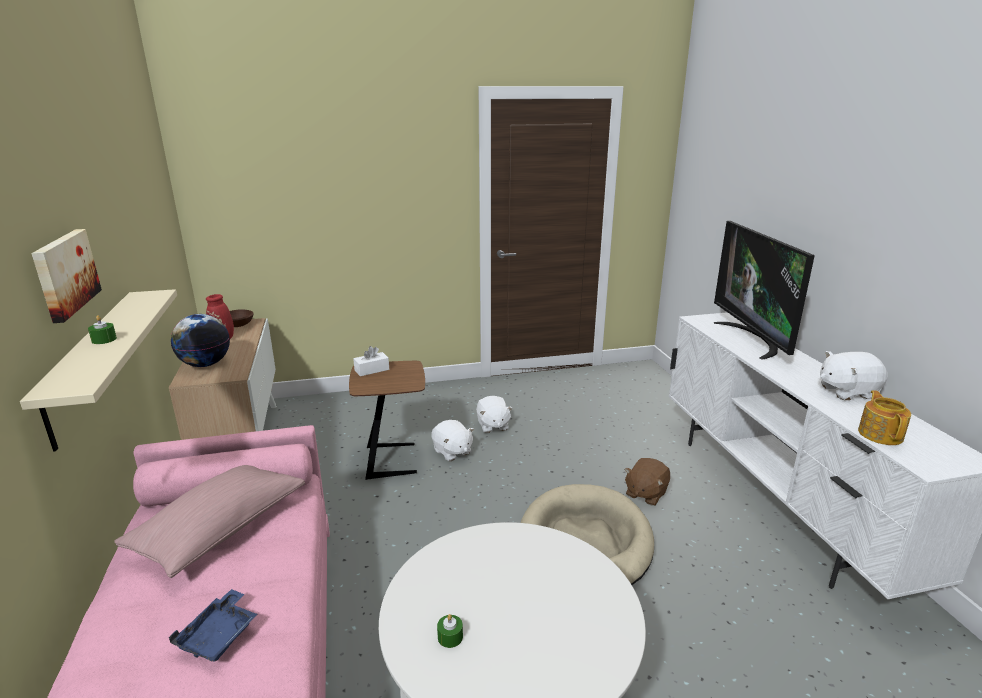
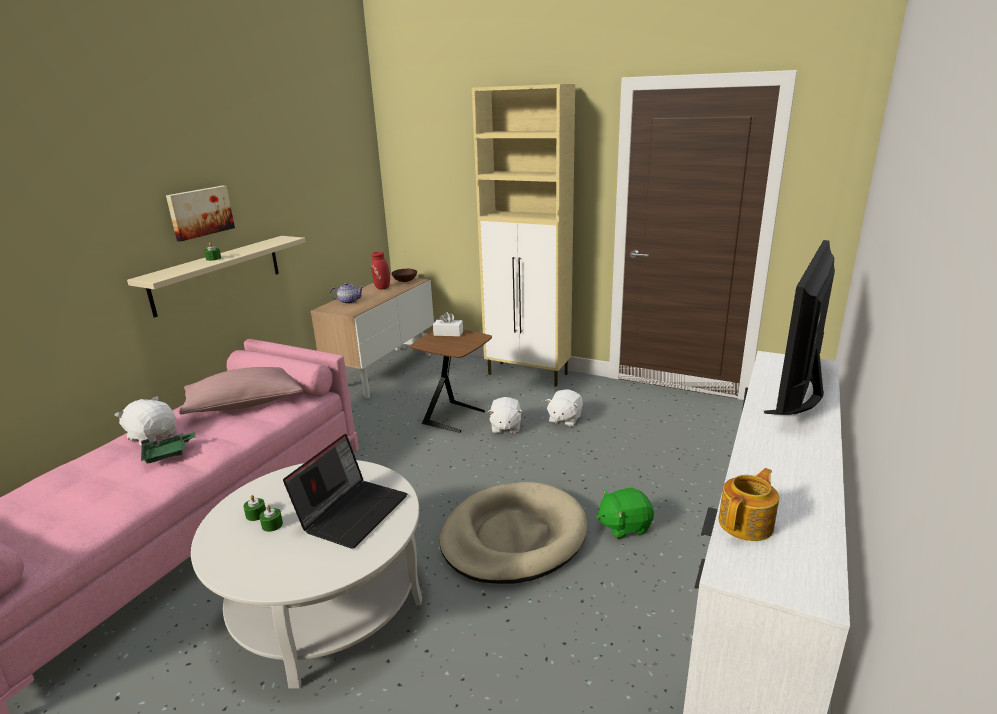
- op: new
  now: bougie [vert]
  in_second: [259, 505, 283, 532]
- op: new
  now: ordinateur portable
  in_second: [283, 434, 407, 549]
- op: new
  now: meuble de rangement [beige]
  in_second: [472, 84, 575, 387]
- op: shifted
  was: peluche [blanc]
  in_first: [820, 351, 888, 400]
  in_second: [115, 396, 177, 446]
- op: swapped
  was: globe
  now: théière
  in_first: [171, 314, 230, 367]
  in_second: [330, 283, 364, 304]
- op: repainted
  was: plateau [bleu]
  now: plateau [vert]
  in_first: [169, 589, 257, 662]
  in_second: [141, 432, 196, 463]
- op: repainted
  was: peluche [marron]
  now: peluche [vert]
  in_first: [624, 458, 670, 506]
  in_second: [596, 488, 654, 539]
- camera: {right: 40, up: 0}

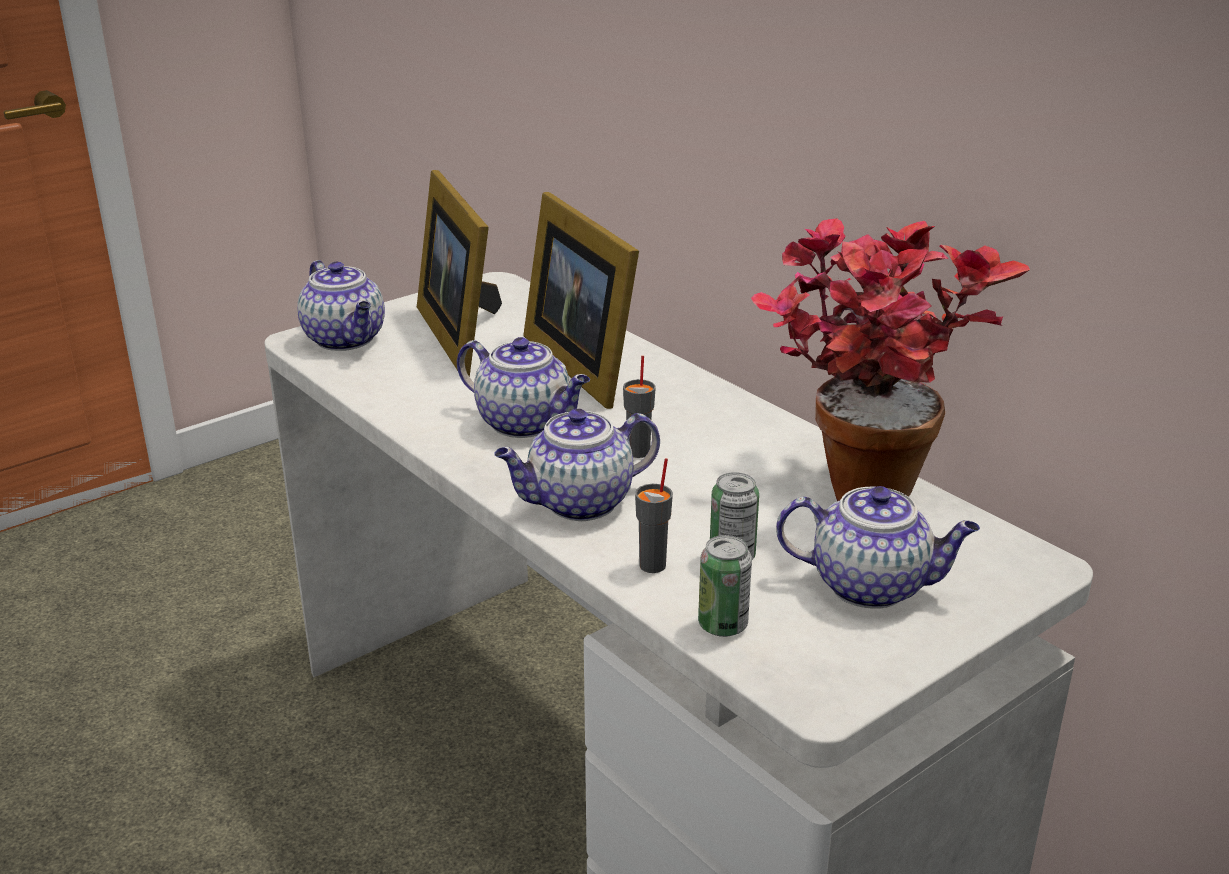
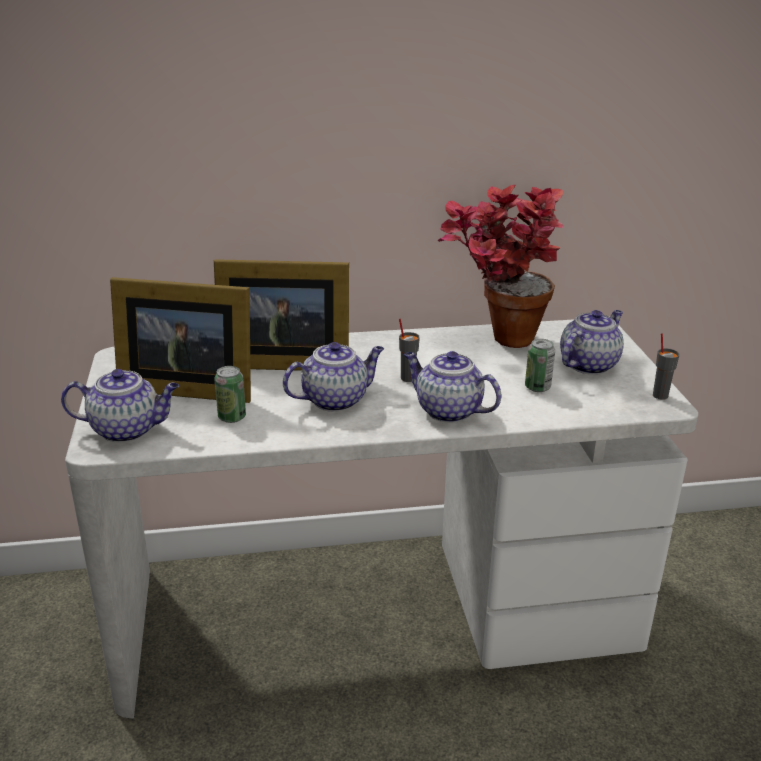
- op: shifted
  was: tasse [gris]
  in_first: [635, 458, 673, 573]
  in_second: [653, 333, 679, 400]
- op: shifted
  was: boîte métallique
  in_first: [698, 535, 752, 637]
  in_second: [214, 366, 246, 423]
- op: rotated
  was: théière
  in_first: [494, 409, 660, 521]
  in_second: [404, 351, 501, 423]
  clockwise: 120
- camera: {right: -60, up: 0}

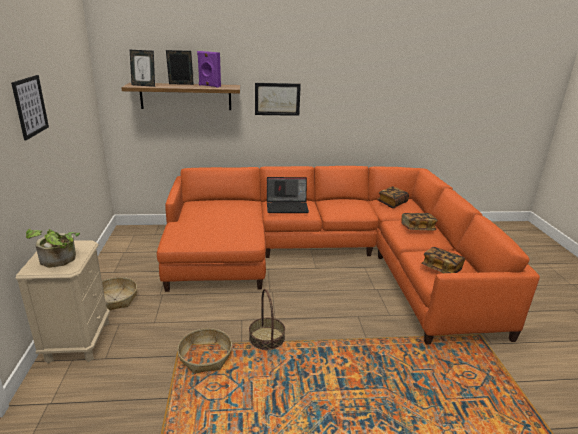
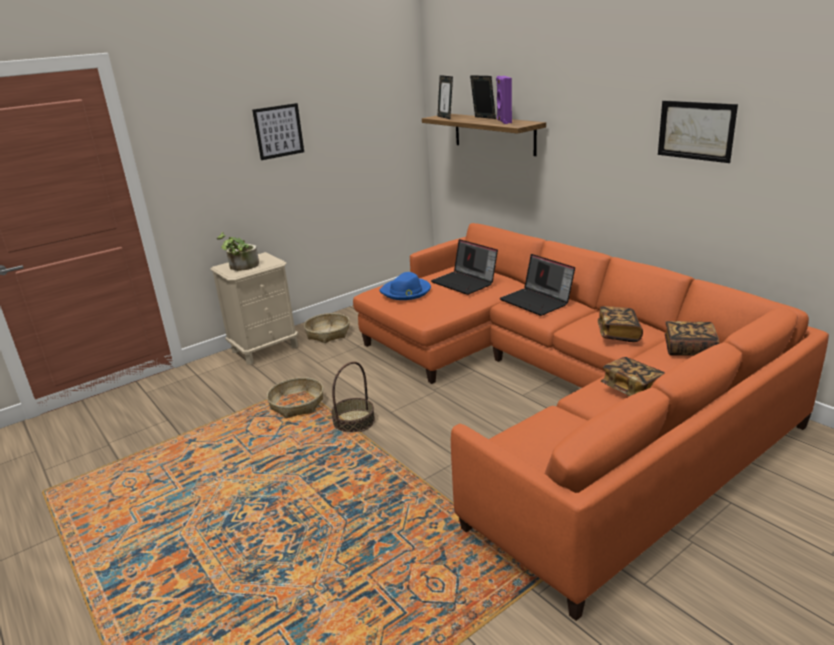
- op: new
  now: chapeau [bleu]
  in_second: [379, 272, 431, 300]
- op: new
  now: ordinateur portable
  in_second: [431, 239, 498, 295]
- op: shifted
  was: tableau
  in_first: [255, 83, 301, 116]
  in_second: [658, 101, 738, 163]
- op: shifted
  was: livre
  in_first: [421, 247, 465, 273]
  in_second: [598, 306, 643, 342]
- camera: {right: 60, up: 0}

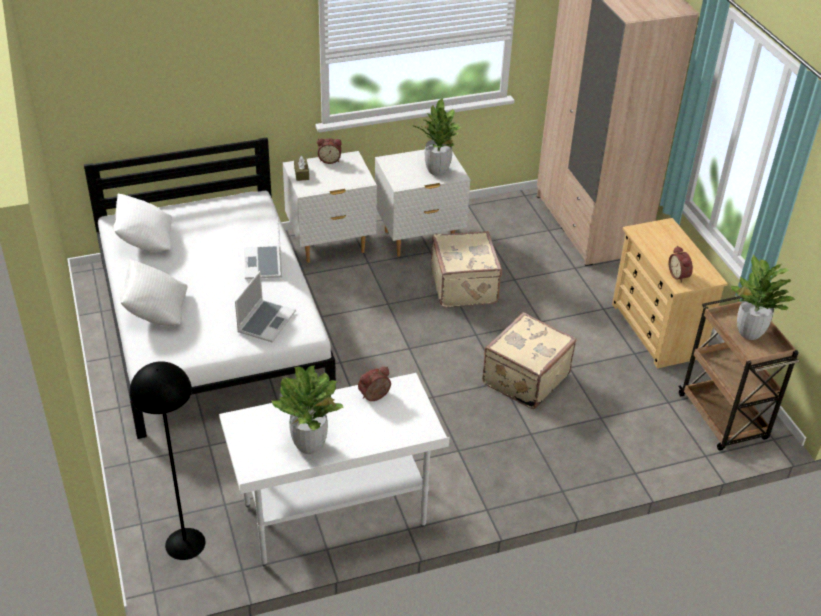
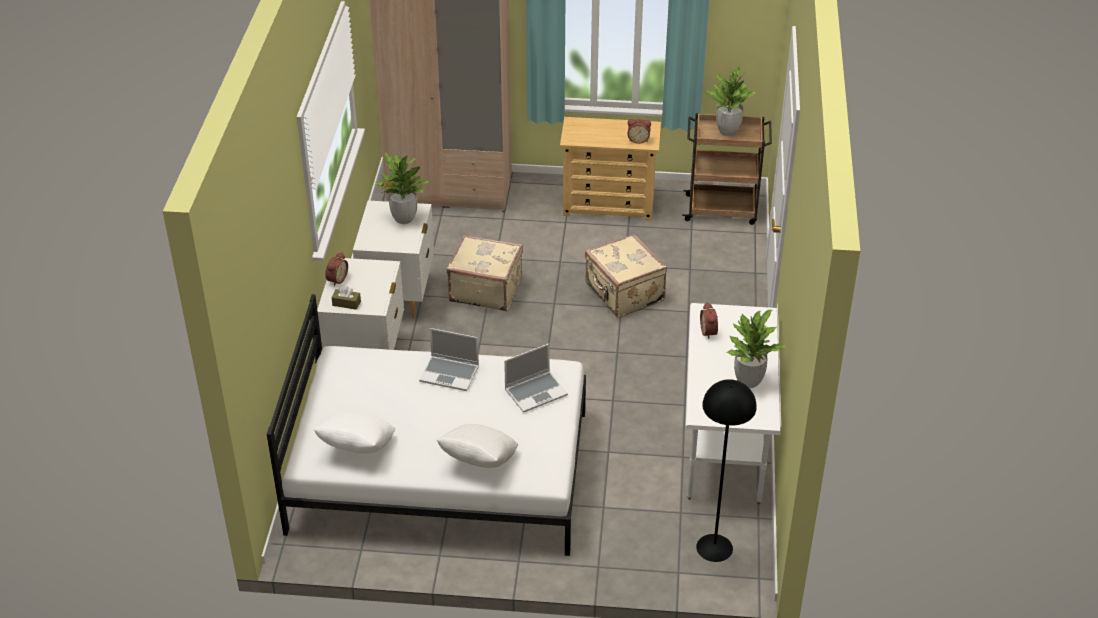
- op: rotated
  was: ordinateur portable
  in_first: [235, 271, 296, 343]
  in_second: [504, 344, 568, 413]
  clockwise: 105
- camera: {right: -65, up: 0}

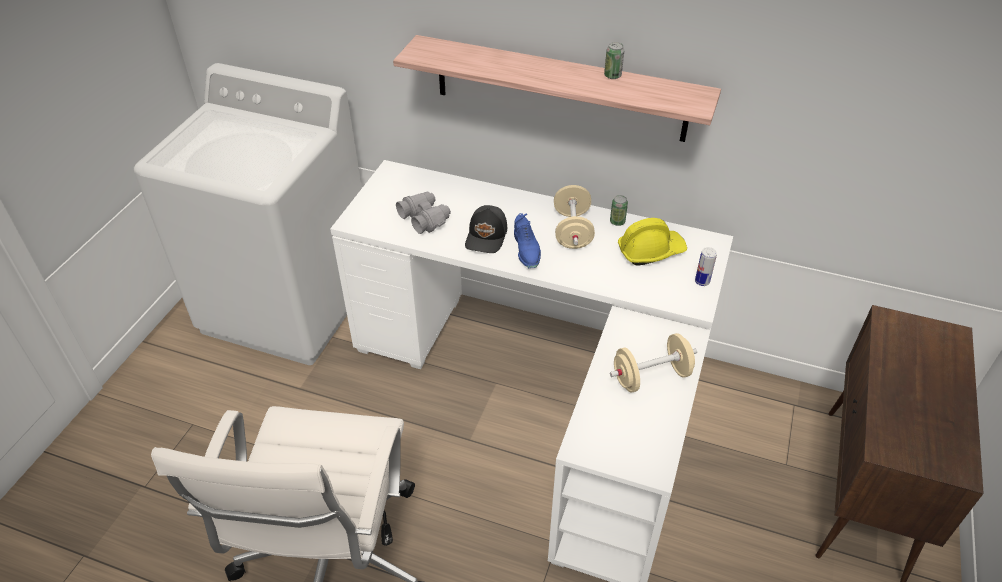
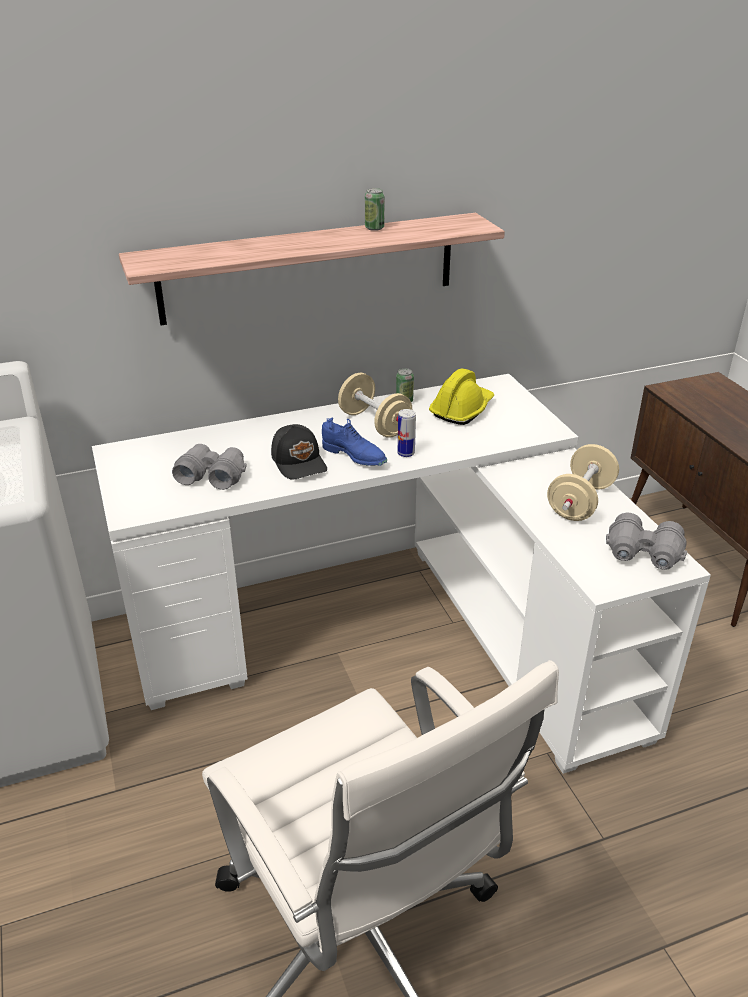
- op: new
  now: jumelles [gris]
  in_second: [606, 513, 687, 570]
- op: shifted
  was: boîte métallique
  in_first: [695, 247, 717, 286]
  in_second: [397, 409, 416, 457]
- camera: {right: -40, up: -10}

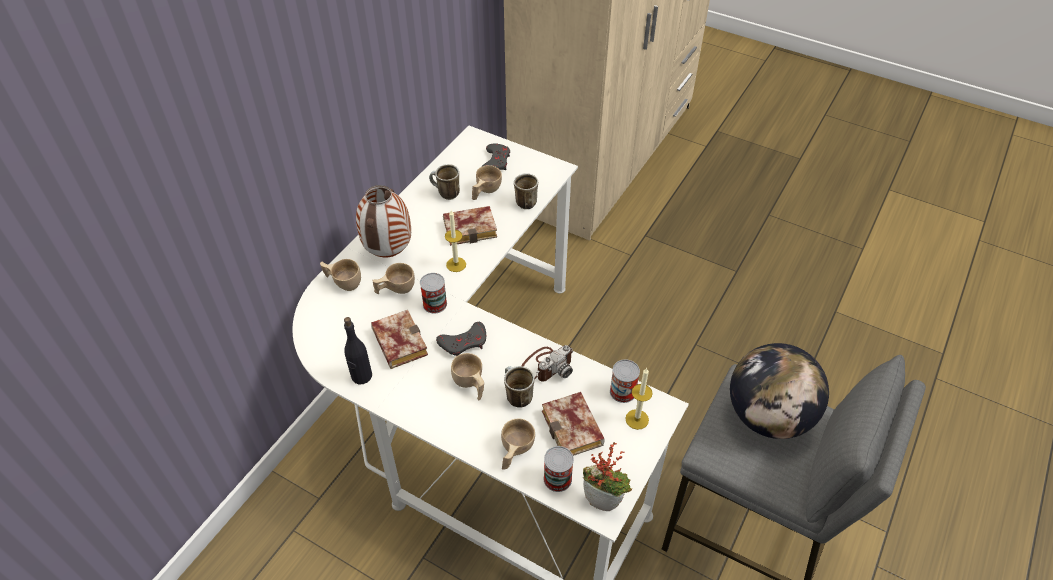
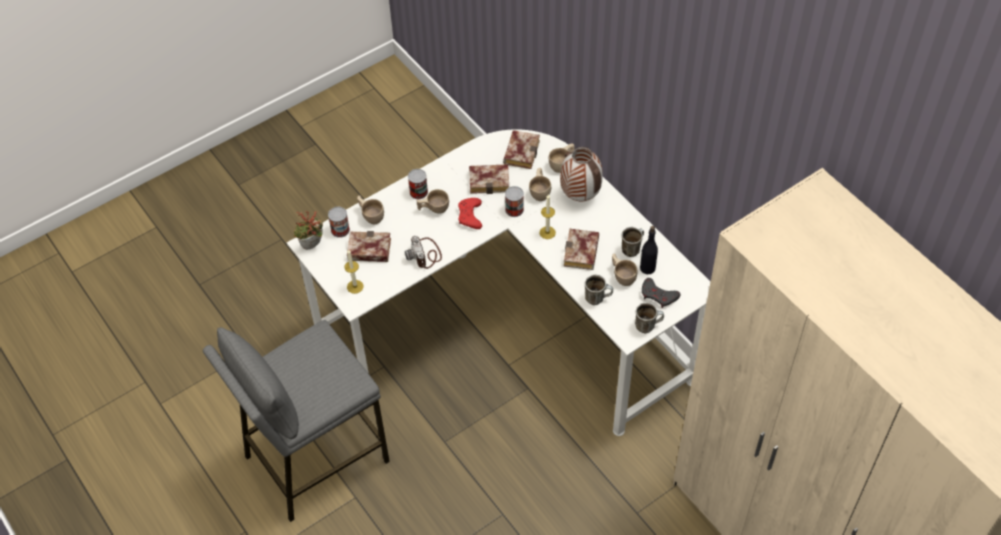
- op: gone
  was: globe
  in_first: [730, 343, 829, 439]
- op: new
  now: livre
  in_second: [503, 130, 540, 169]
- op: shifted
  was: bouteille [noir]
  in_first: [344, 317, 372, 385]
  in_second: [640, 226, 658, 274]
- op: shifted
  was: mug
  in_first: [504, 366, 534, 407]
  in_second: [635, 302, 664, 333]
- op: shifted
  was: boîte métallique
  in_first: [610, 359, 640, 403]
  in_second: [408, 169, 428, 199]
- op: repainted
  was: manette [gris]
  now: manette [rouge]
  in_first: [436, 322, 486, 356]
  in_second: [458, 198, 482, 229]
- camera: {right: 115, up: 5}

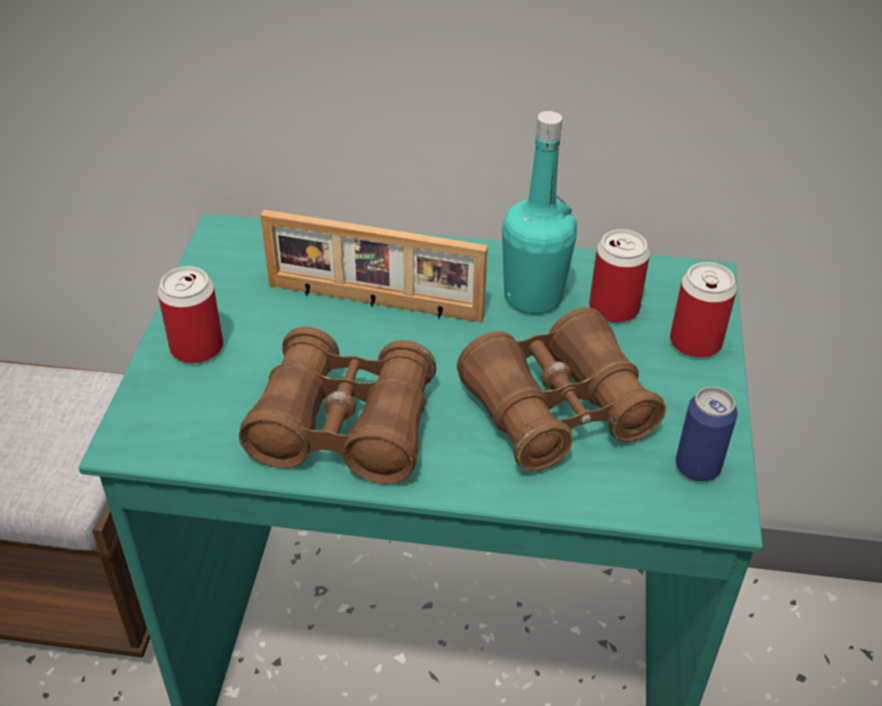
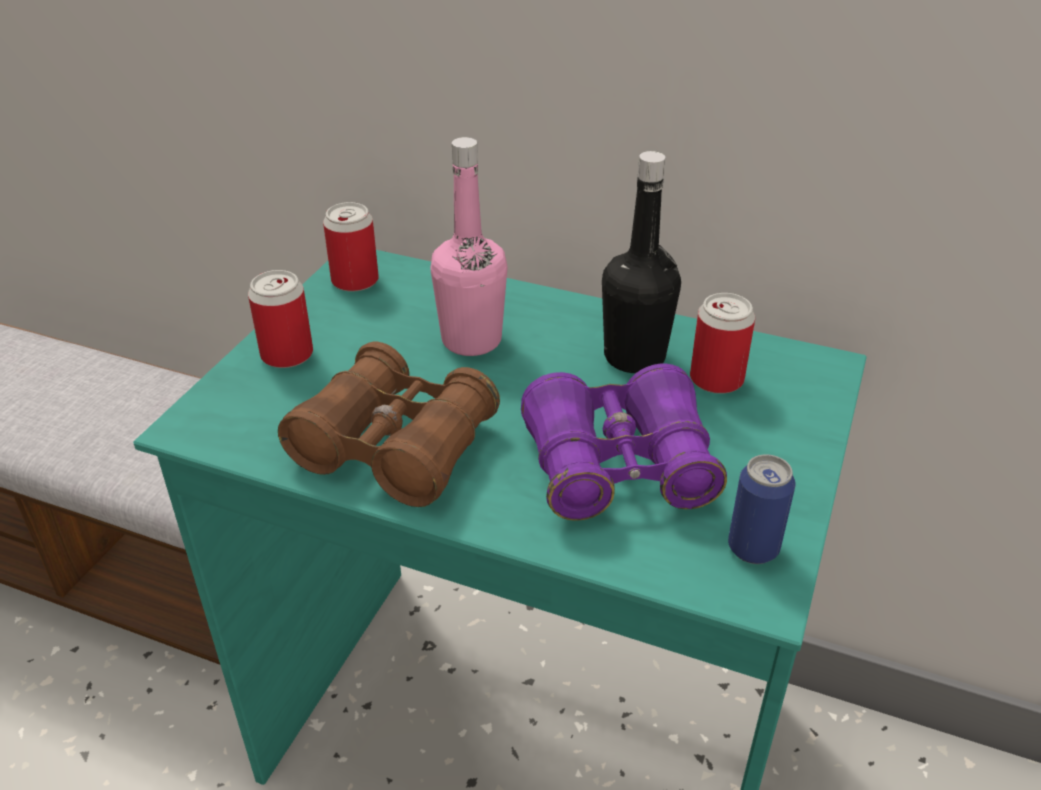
- op: shifted
  was: boîte métallique
  in_first: [670, 262, 737, 358]
  in_second: [323, 202, 379, 292]
- op: swapped
  was: cadre photo
  now: bouteille [rose]
  in_first: [260, 210, 488, 322]
  in_second: [430, 137, 508, 356]
- op: repainted
  was: jumelles [marron]
  now: jumelles [violet]
  in_first: [457, 308, 666, 471]
  in_second: [521, 364, 727, 521]
- op: repainted
  was: bouteille [turquoise]
  now: bouteille [noir]
  in_first: [502, 111, 577, 314]
  in_second: [602, 151, 681, 373]
- camera: {right: 15, up: -5}

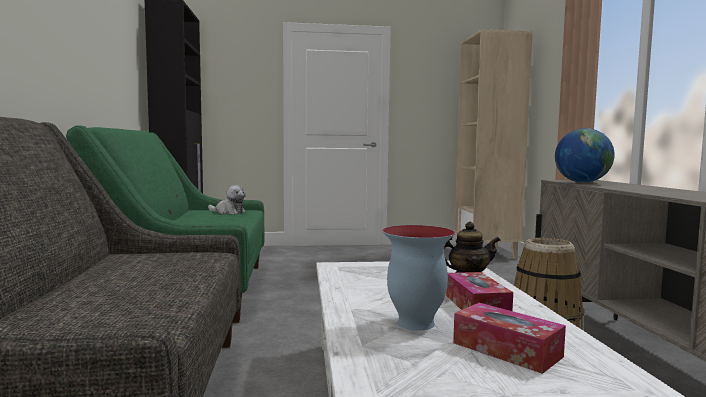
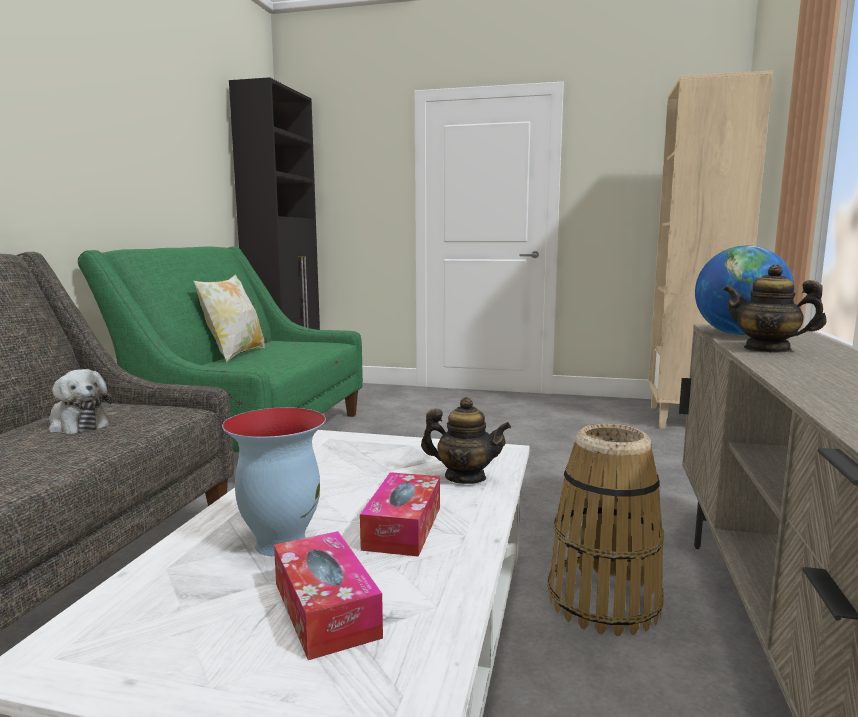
- op: new
  now: coussin
  in_second: [194, 274, 265, 363]
- op: new
  now: théière
  in_second: [723, 264, 827, 353]
- op: shifted
  was: peluche
  in_first: [208, 185, 246, 214]
  in_second: [48, 369, 112, 434]
- camera: {right: 20, up: 5}

